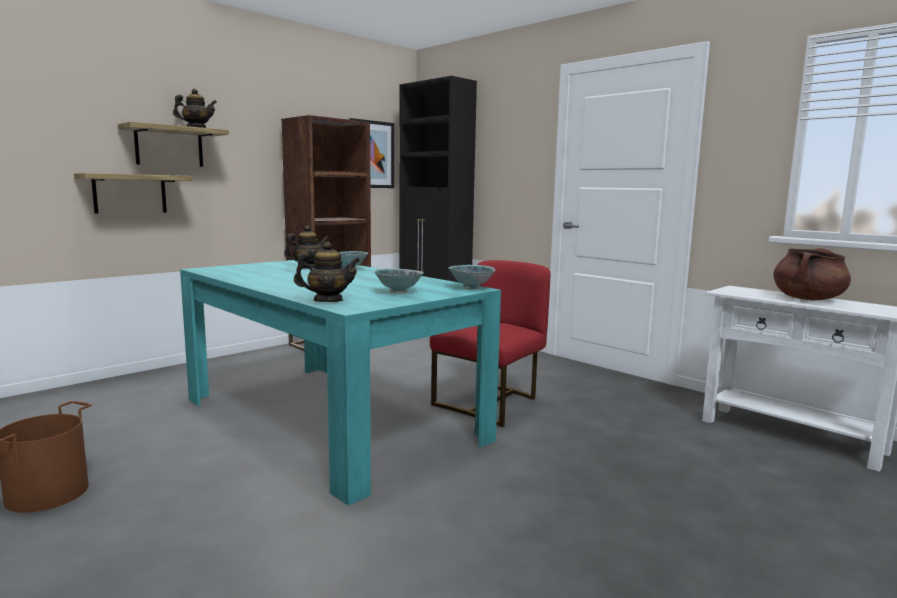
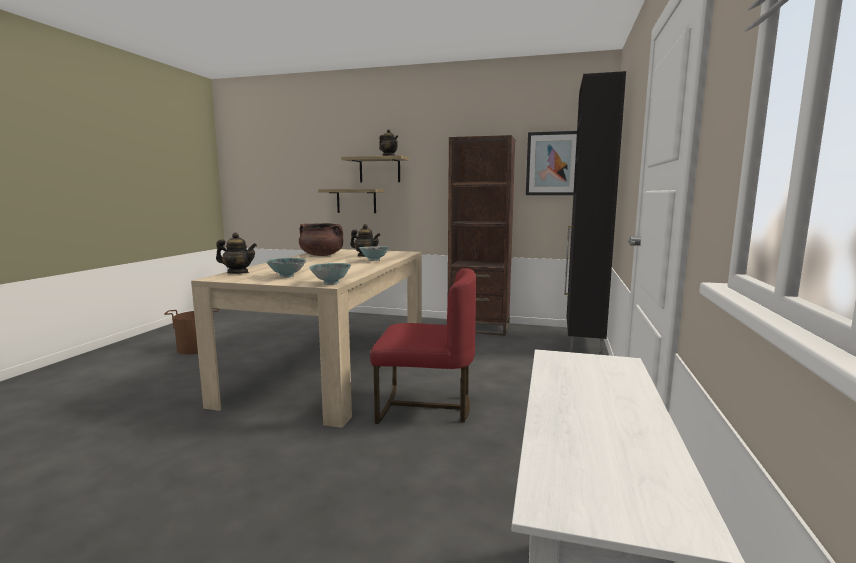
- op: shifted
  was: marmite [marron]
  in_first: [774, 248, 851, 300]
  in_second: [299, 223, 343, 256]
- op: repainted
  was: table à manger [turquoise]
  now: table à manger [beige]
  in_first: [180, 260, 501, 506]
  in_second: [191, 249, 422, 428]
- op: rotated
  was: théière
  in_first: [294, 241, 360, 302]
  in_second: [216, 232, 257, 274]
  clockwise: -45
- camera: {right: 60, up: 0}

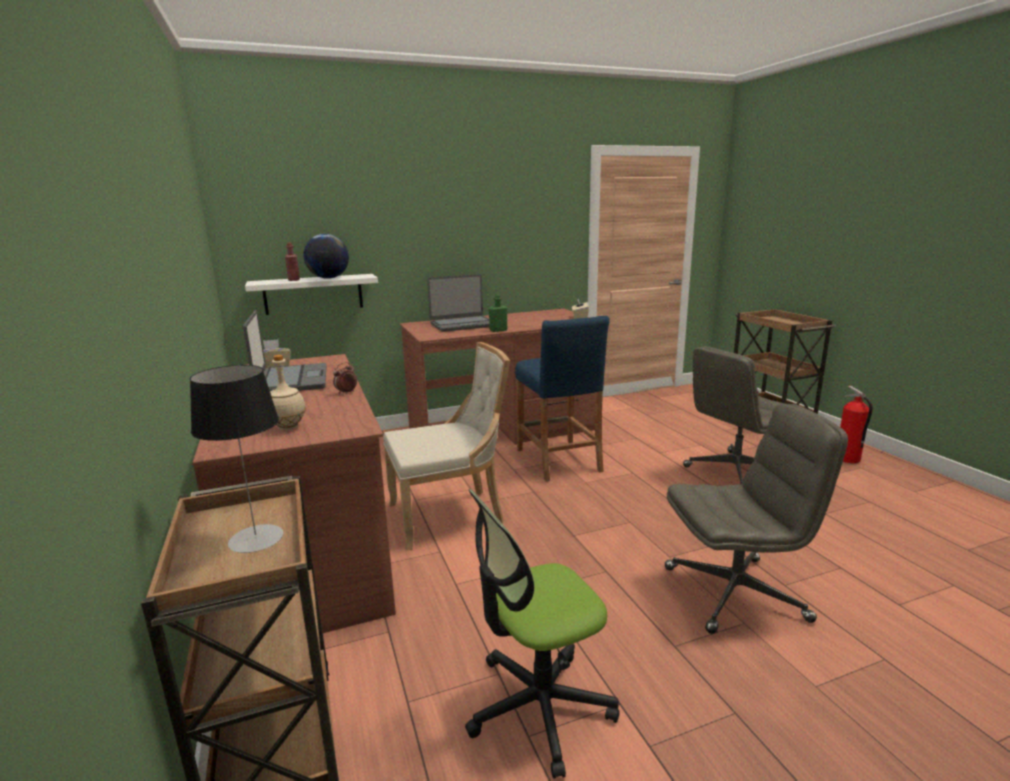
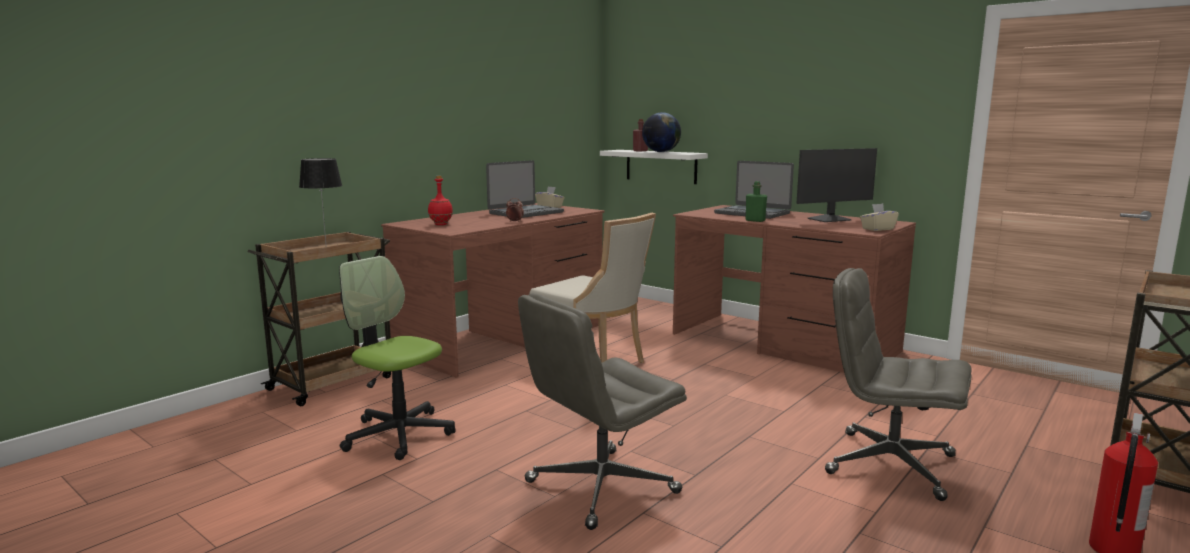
- op: gone
  was: tabouret [bleu]
  in_first: [515, 316, 609, 482]
- op: new
  now: écran d'ordinateur
  in_second: [796, 148, 877, 222]
- op: repainted
  was: bouteille [beige]
  now: bouteille [rouge]
  in_first: [270, 355, 306, 430]
  in_second: [428, 176, 453, 225]
- op: rotated
  was: chaise de bureau [gris]
  in_first: [665, 404, 848, 634]
  in_second: [518, 293, 687, 530]
  clockwise: 90
- camera: {right: 60, up: -5}

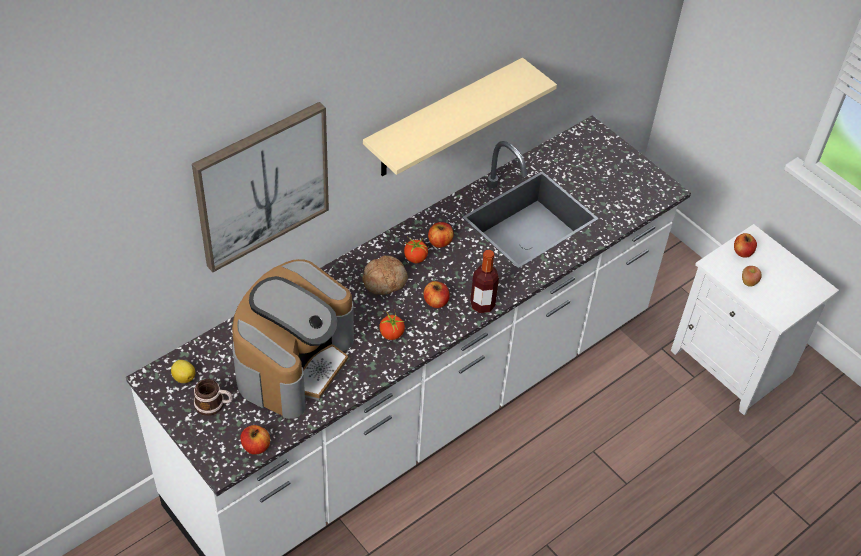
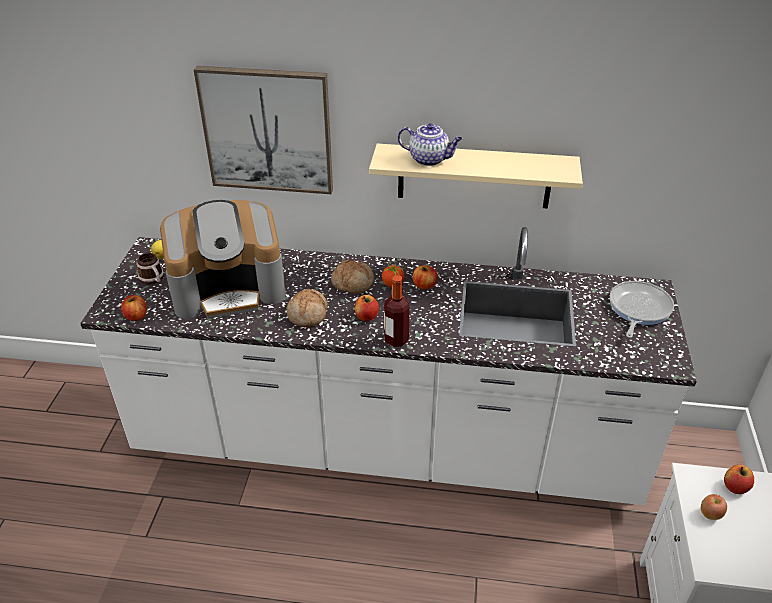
- op: new
  now: théière
  in_second: [398, 123, 463, 166]
- op: new
  now: poêle
  in_second: [610, 281, 674, 338]
- op: swapped
  was: tomate
  now: pain
  in_first: [379, 309, 405, 340]
  in_second: [287, 289, 327, 327]
- camera: {right: 50, up: -10}

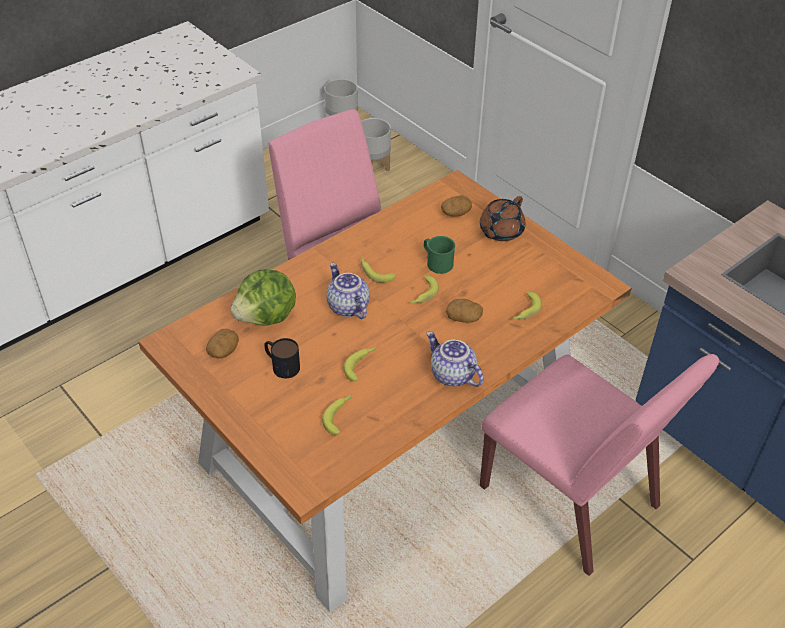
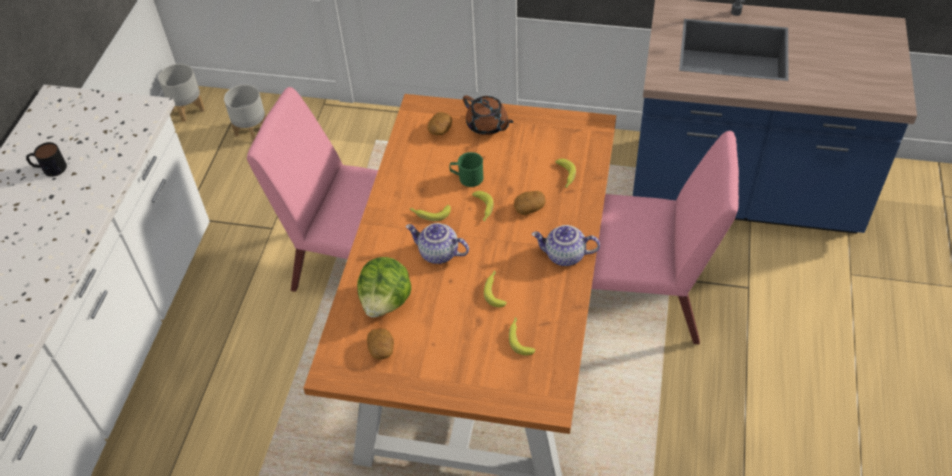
- op: shifted
  was: mug
  in_first: [264, 338, 300, 378]
  in_second: [26, 142, 67, 177]
- op: rotated
  was: théière [marron]
  in_first: [480, 196, 526, 241]
  in_second: [463, 95, 513, 135]
  clockwise: -45
- camera: {right: -35, up: 5}

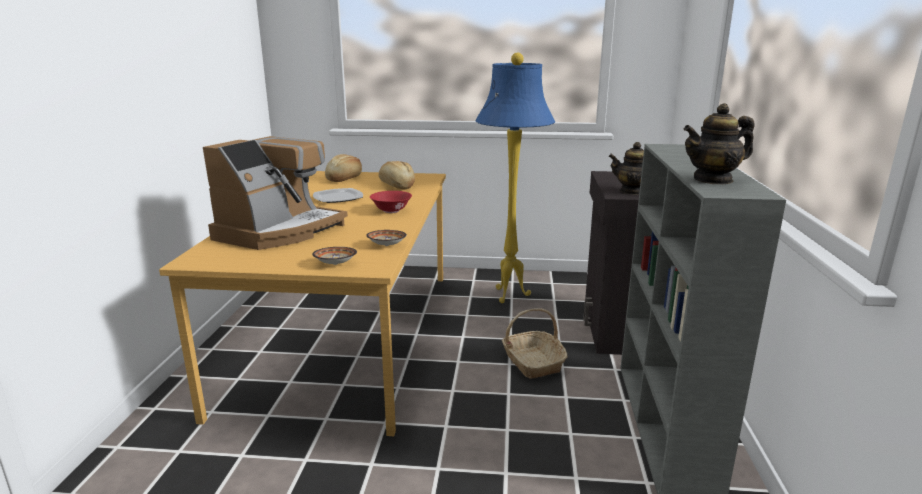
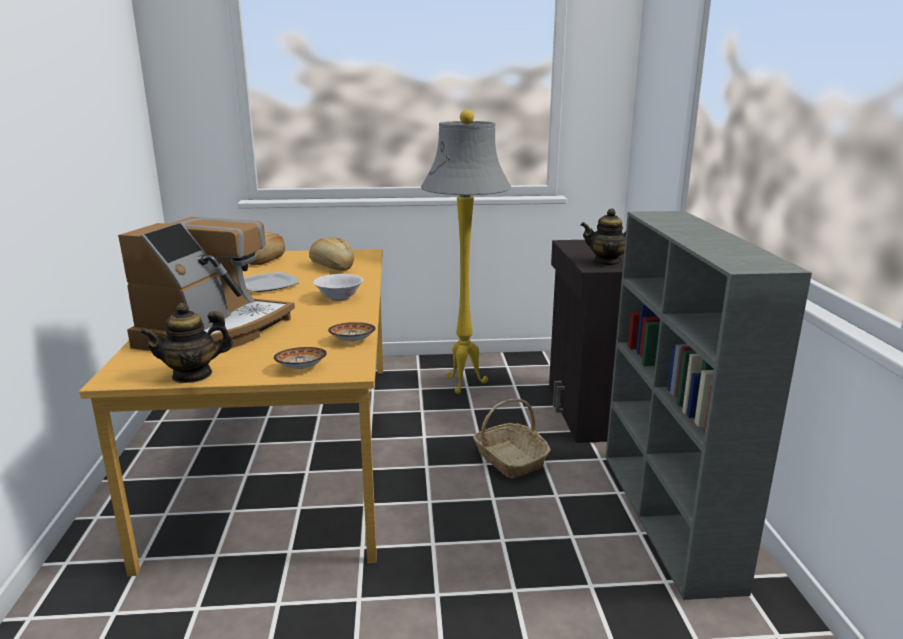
- op: shifted
  was: théière
  in_first: [684, 103, 755, 184]
  in_second: [140, 303, 233, 383]
- op: repainted
  was: bol [rouge]
  now: bol [blanc]
  in_first: [370, 191, 412, 213]
  in_second: [313, 274, 363, 301]
- op: repainted
  was: lampadaire [bleu]
  now: lampadaire [gris]
  in_first: [476, 52, 555, 303]
  in_second: [421, 110, 511, 394]
- camera: {right: -10, up: 0}

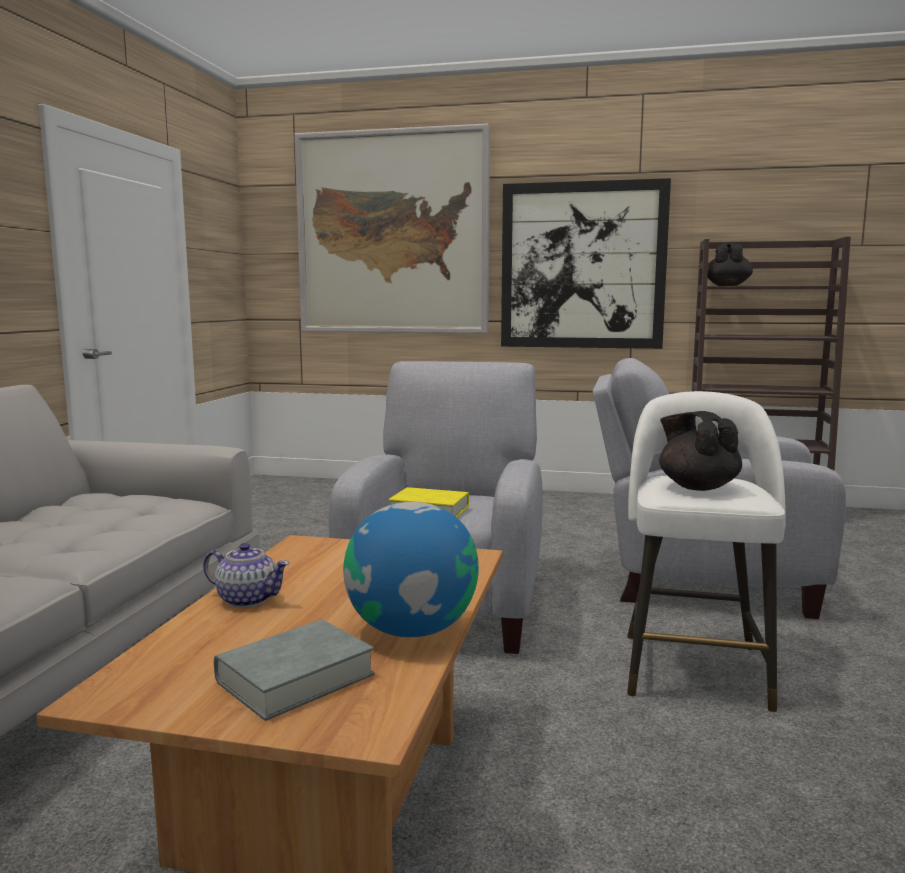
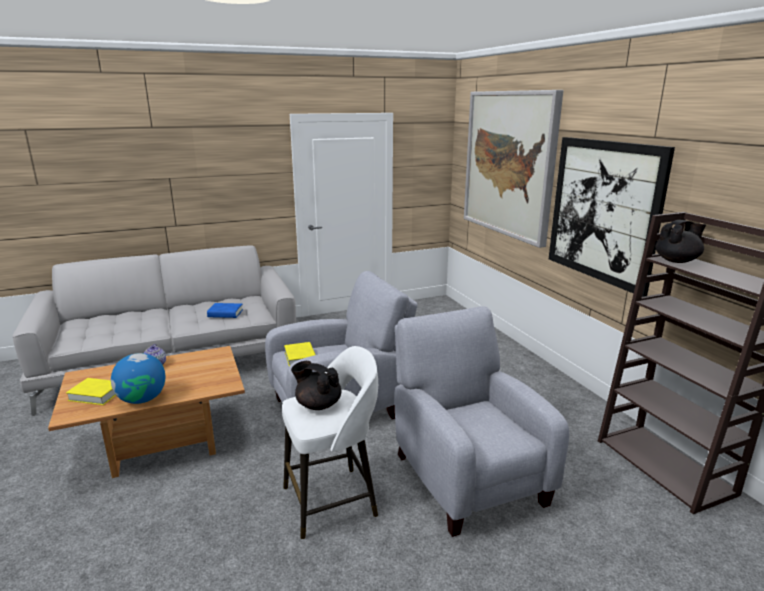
- op: new
  now: livre [bleu]
  in_second: [207, 303, 243, 318]
- op: repainted
  was: livre [gris]
  now: livre [jaune]
  in_first: [214, 619, 375, 721]
  in_second: [66, 378, 116, 405]
- op: rotated
  was: théière [noir]
  in_first: [659, 411, 742, 491]
  in_second: [291, 361, 341, 410]
  clockwise: -90
- camera: {right: 55, up: 10}

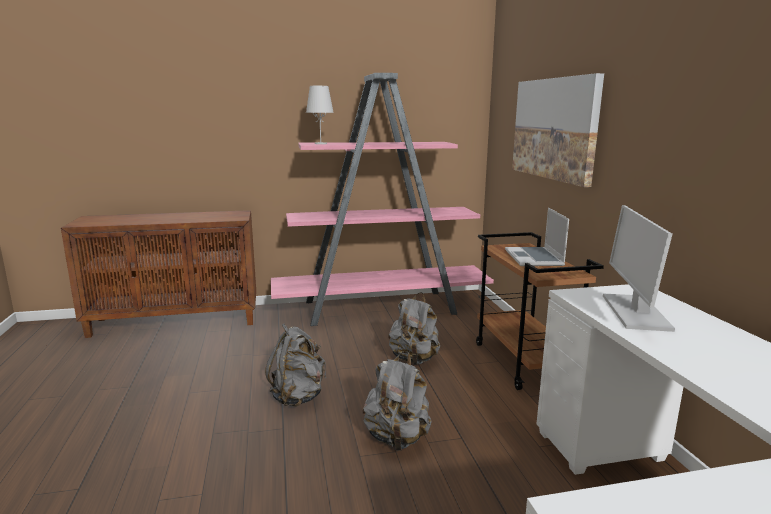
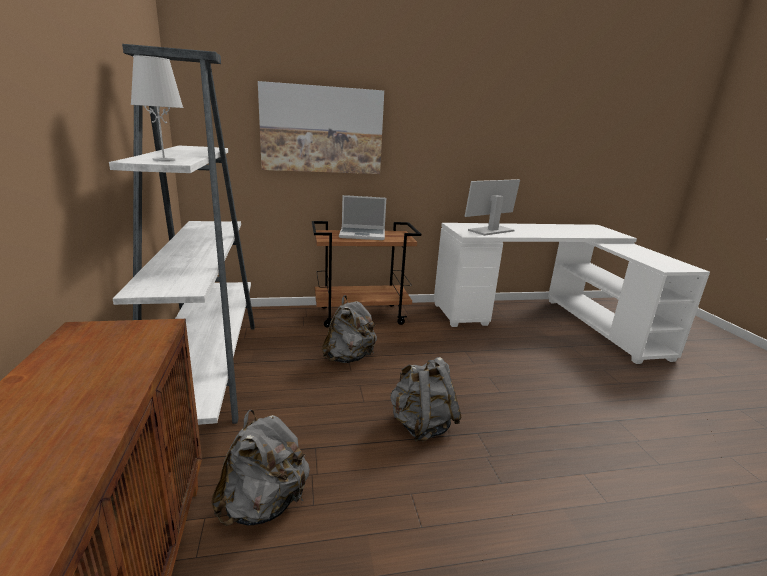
- op: shifted
  was: sac à dos [gris]
  in_first: [363, 352, 431, 451]
  in_second: [211, 410, 310, 526]
- op: repainted
  was: bibliothèque [rose]
  now: bibliothèque [blanc]
  in_first: [271, 73, 494, 326]
  in_second: [109, 44, 255, 425]
- op: rotated
  was: écran d'ordinateur
  in_first: [603, 205, 675, 332]
  in_second: [465, 179, 520, 236]
  clockwise: 135
- camera: {right: -90, up: 5}

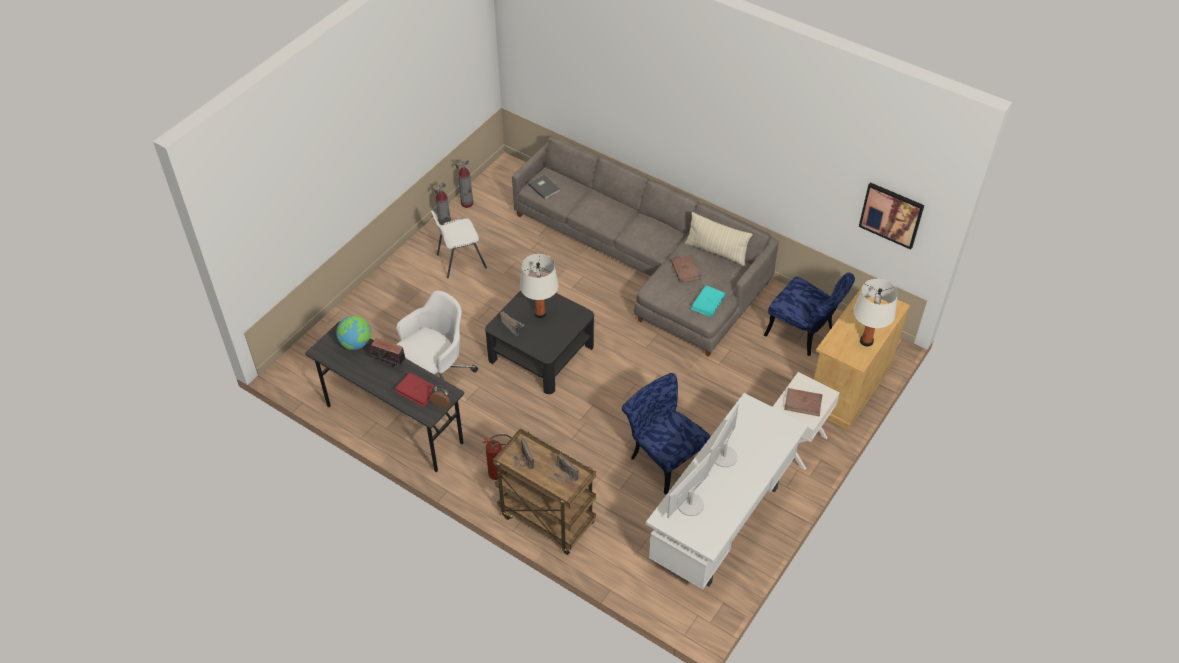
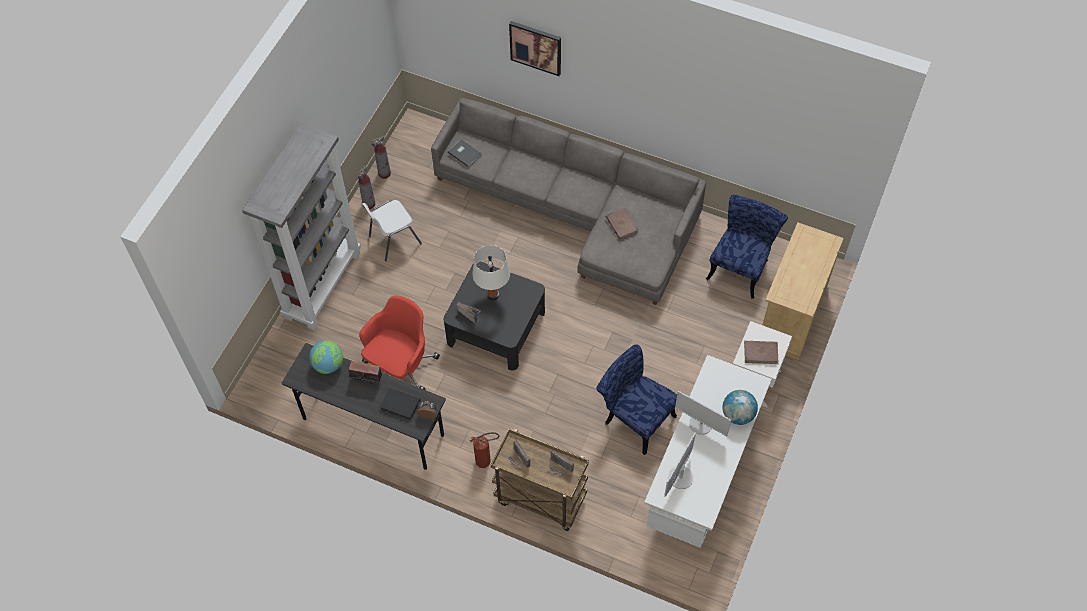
- op: gone
  was: coussin [beige]
  in_first: [685, 212, 753, 266]
- op: gone
  was: livre [turquoise]
  in_first: [691, 285, 726, 317]
- op: gone
  was: lampe de table [blanc]
  in_first: [853, 279, 898, 346]
- op: new
  now: bibliothèque [gris]
  in_second: [242, 123, 361, 330]
- op: new
  now: globe
  in_second: [722, 390, 758, 425]
- op: shifted
  was: tableau
  in_first: [859, 182, 924, 250]
  in_second: [509, 21, 561, 76]
- op: repainted
  was: livre [rouge]
  now: livre [noir]
  in_first: [395, 373, 435, 407]
  in_second: [380, 388, 421, 421]
- op: repainted
  was: chaise de bureau [blanc]
  now: chaise de bureau [rouge]
  in_first: [397, 291, 478, 380]
  in_second: [359, 296, 440, 390]
- op: rotated
  was: écran d'ordinateur
  in_first: [709, 403, 739, 472]
  in_second: [675, 391, 731, 436]
  clockwise: -75
- op: rotated
  was: chaise [bleu]
  in_first: [764, 272, 855, 356]
  in_second: [706, 195, 788, 299]
  clockwise: -90
- camera: {right: -10, up: 10}

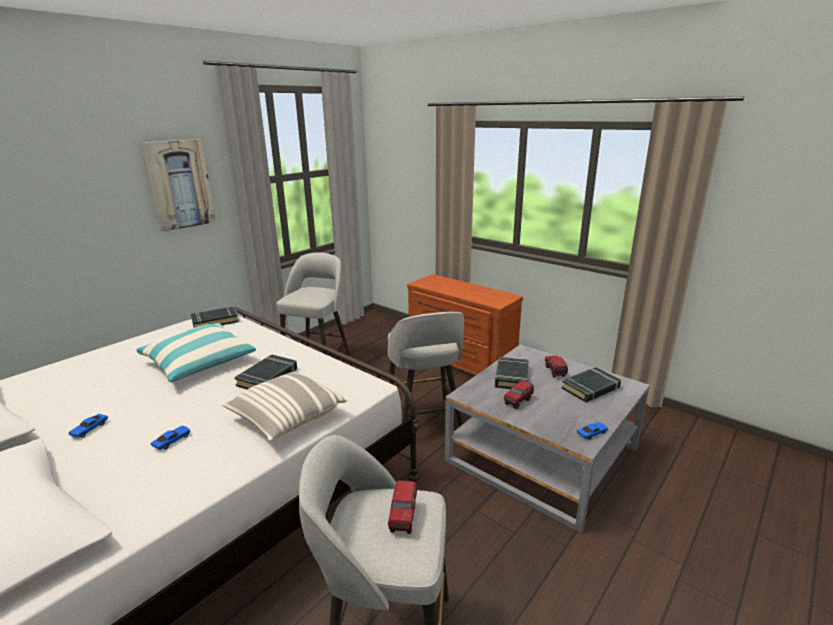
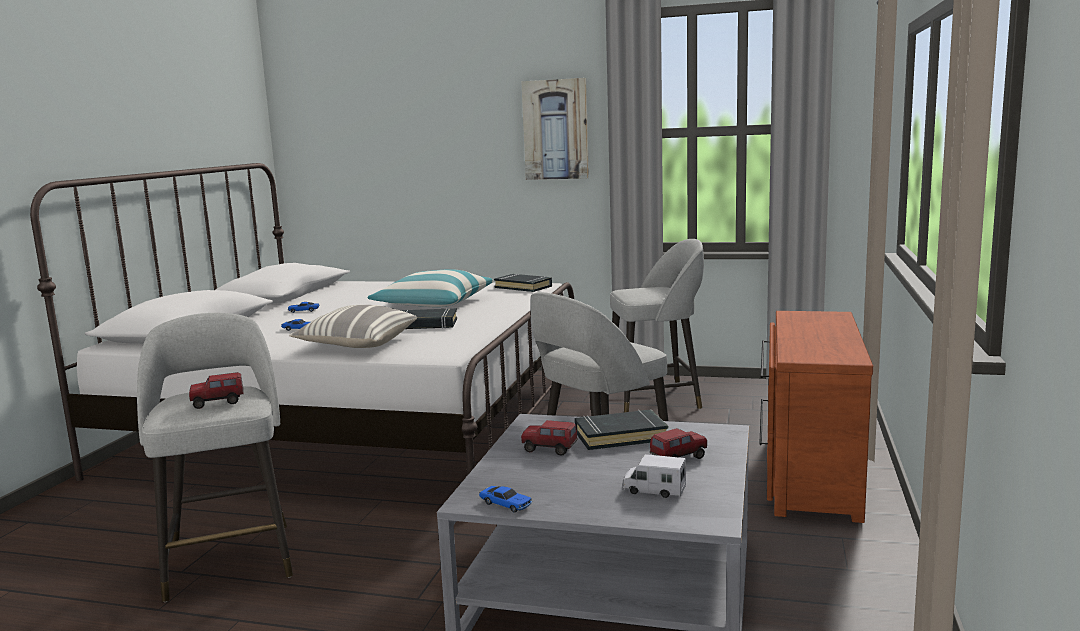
- op: swapped
  was: livre [noir]
  now: camion jouet
  in_first: [562, 367, 621, 402]
  in_second: [622, 454, 686, 498]
- camera: {right: 65, up: -10}

